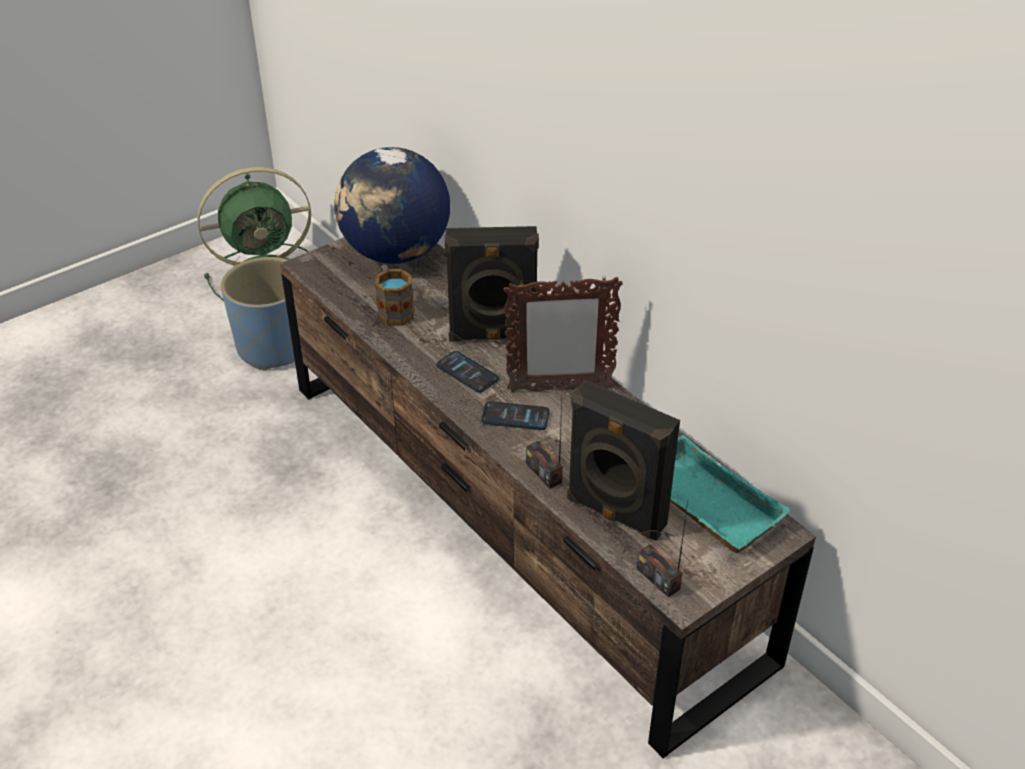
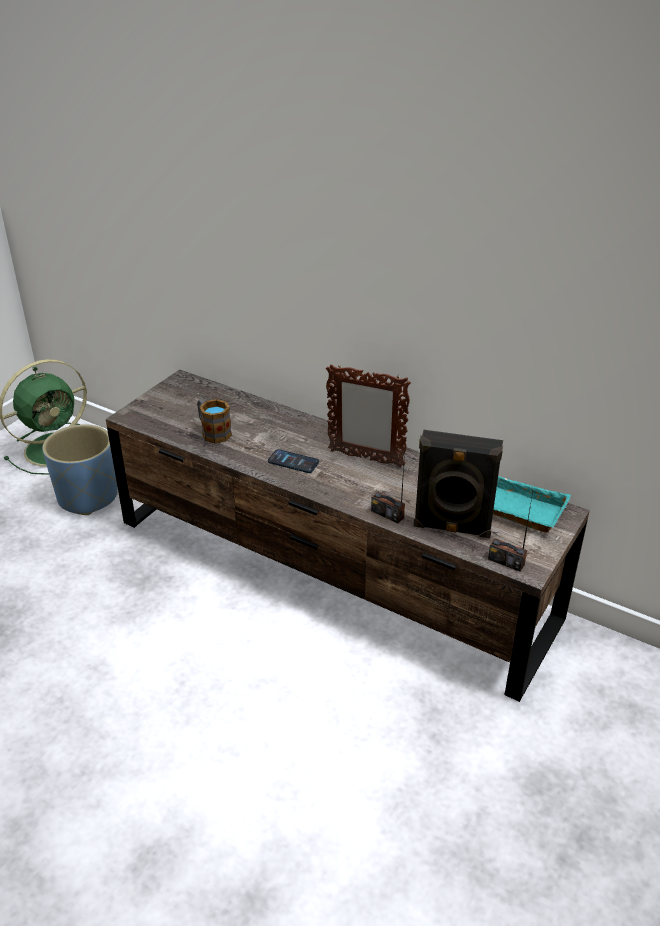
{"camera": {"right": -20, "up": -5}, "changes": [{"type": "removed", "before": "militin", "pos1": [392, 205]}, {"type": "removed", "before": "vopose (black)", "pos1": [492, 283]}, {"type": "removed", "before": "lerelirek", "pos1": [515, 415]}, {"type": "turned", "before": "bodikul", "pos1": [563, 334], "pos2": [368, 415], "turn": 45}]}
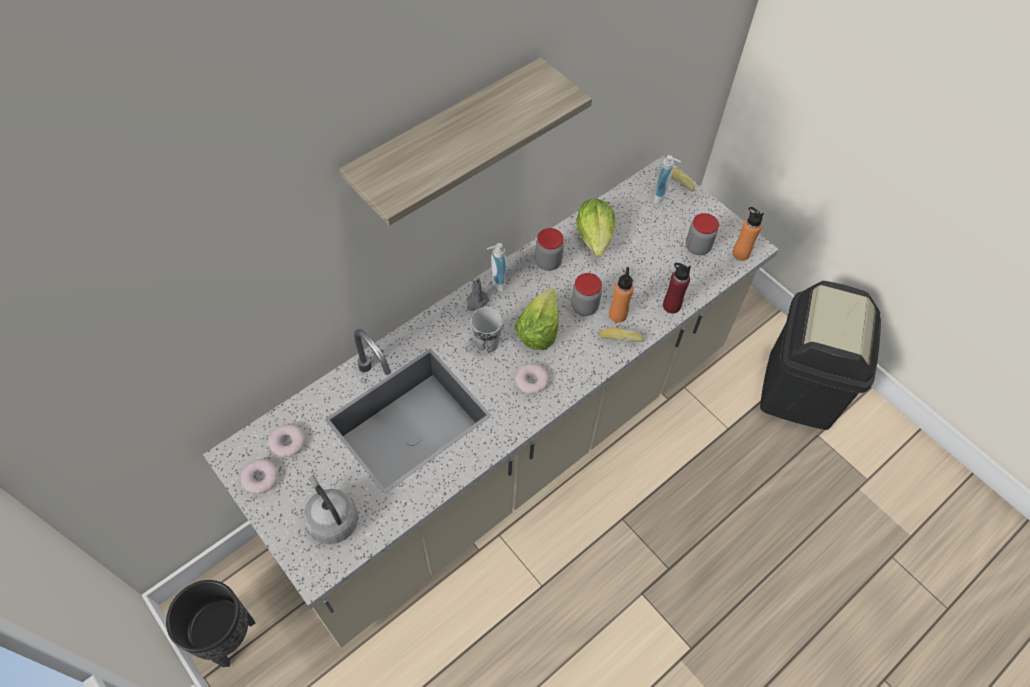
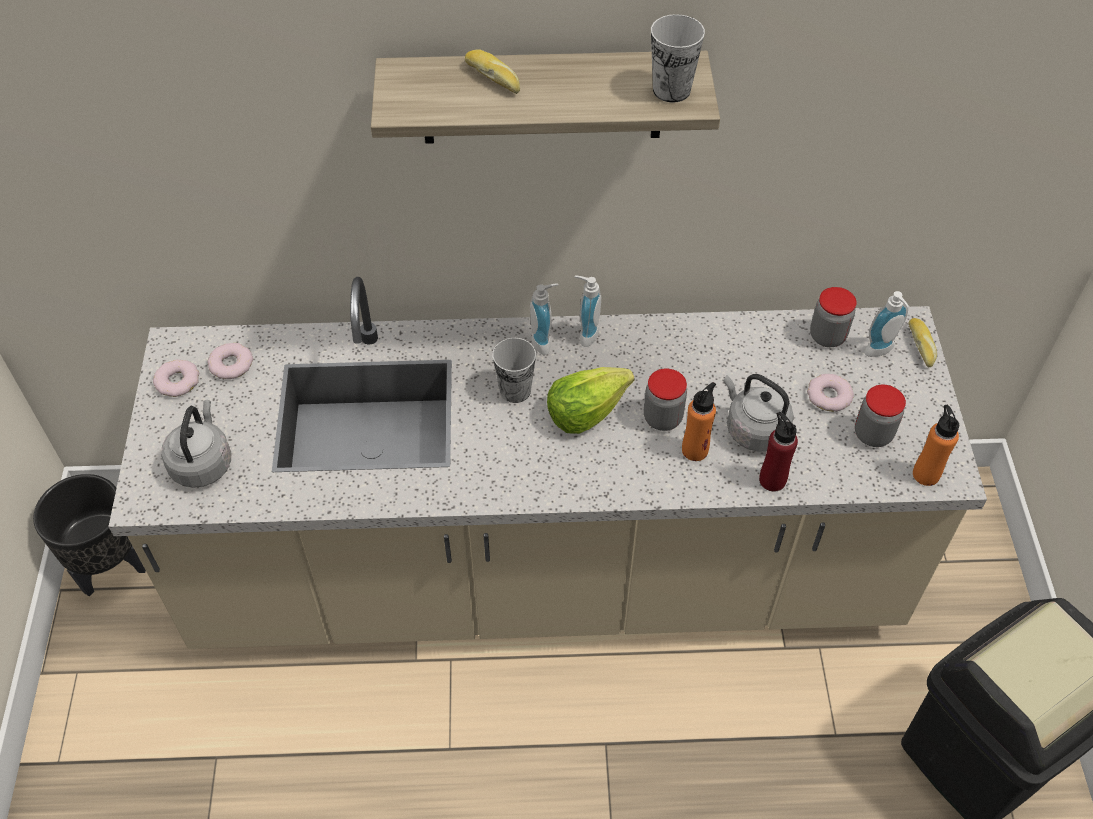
{"camera": {"right": 40, "up": -5}, "changes": [{"type": "removed", "before": "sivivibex", "pos1": [596, 227]}, {"type": "added", "after": "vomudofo", "pos2": [678, 58]}, {"type": "added", "after": "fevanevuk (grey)", "pos2": [759, 413]}, {"type": "moved", "before": "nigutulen", "pos1": [532, 379], "pos2": [830, 393]}, {"type": "moved", "before": "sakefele", "pos1": [549, 249], "pos2": [833, 317]}, {"type": "moved", "before": "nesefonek", "pos1": [621, 334], "pos2": [492, 72]}, {"type": "replaced", "before": "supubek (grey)", "after": "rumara", "pos1": [477, 294], "pos2": [544, 319]}]}
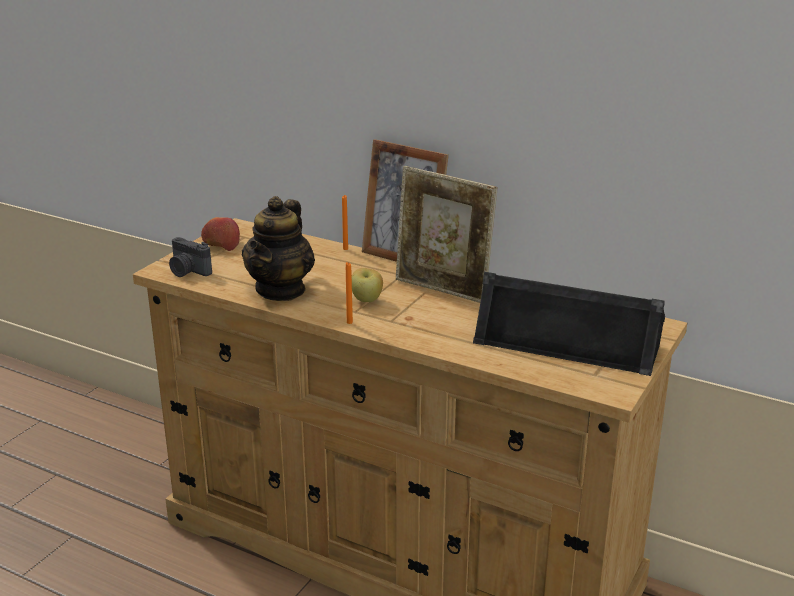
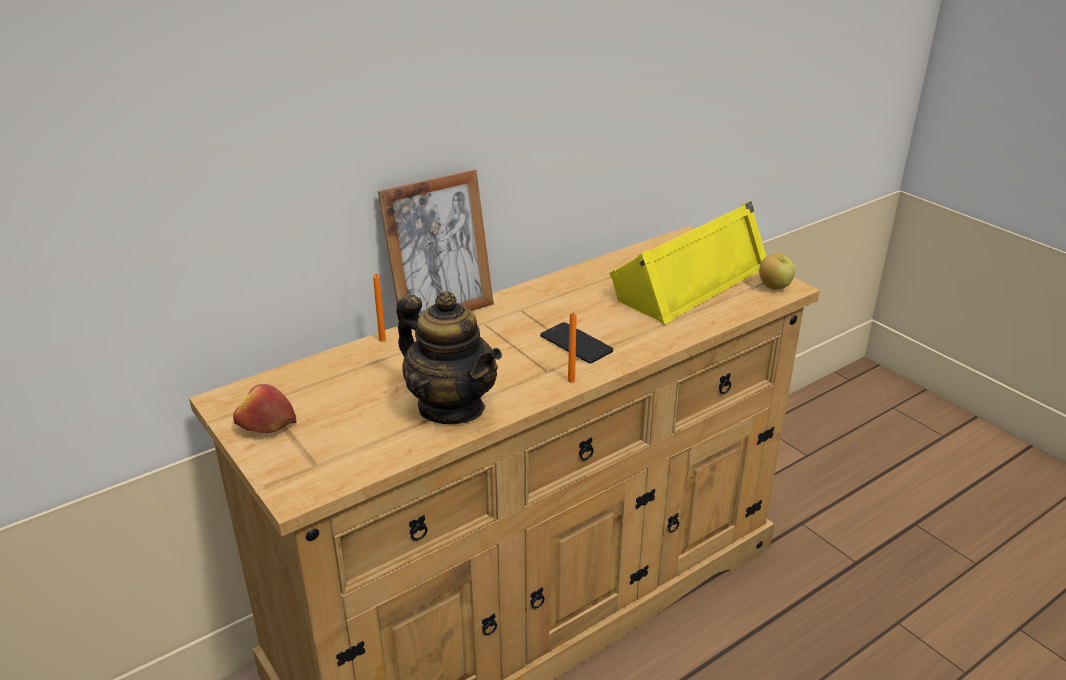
{"camera": {"right": -65, "up": 5}, "changes": [{"type": "removed", "before": "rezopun", "pos1": [190, 257]}, {"type": "removed", "before": "bodikul", "pos1": [446, 234]}, {"type": "added", "after": "lerelirek", "pos2": [576, 343]}, {"type": "moved", "before": "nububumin", "pos1": [367, 285], "pos2": [777, 272]}, {"type": "recoloured", "before": "vopose (black)", "after": "vopose (yellow)", "pos1": [569, 324], "pos2": [687, 262]}]}
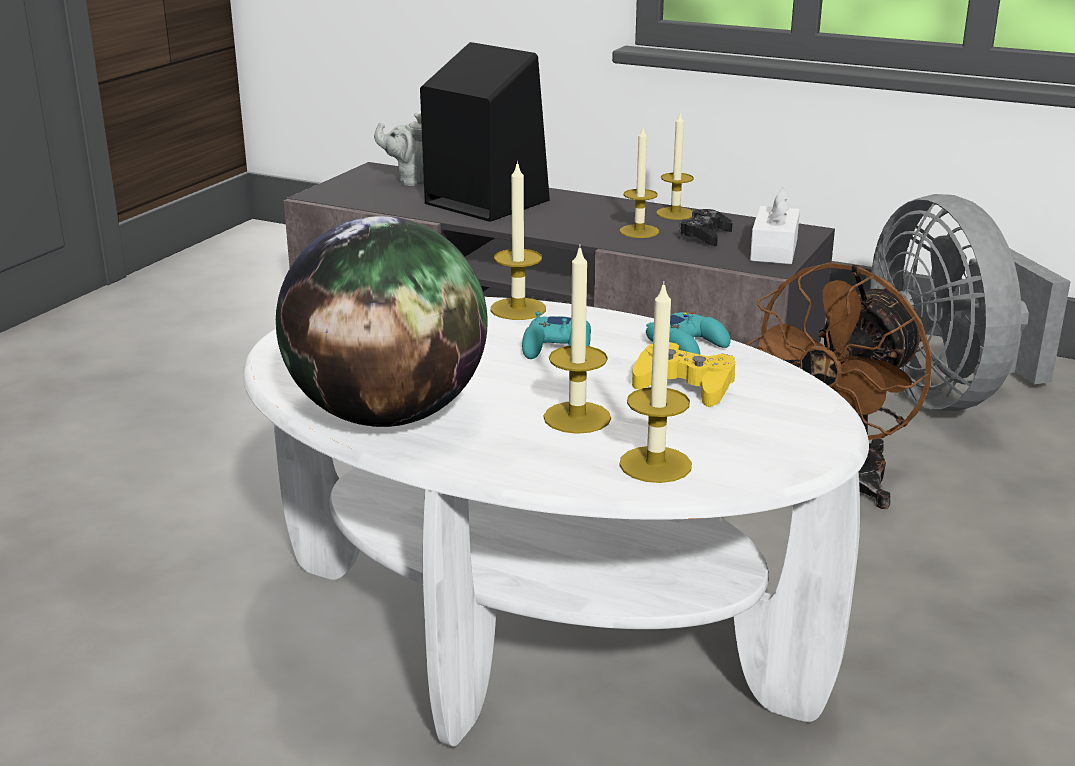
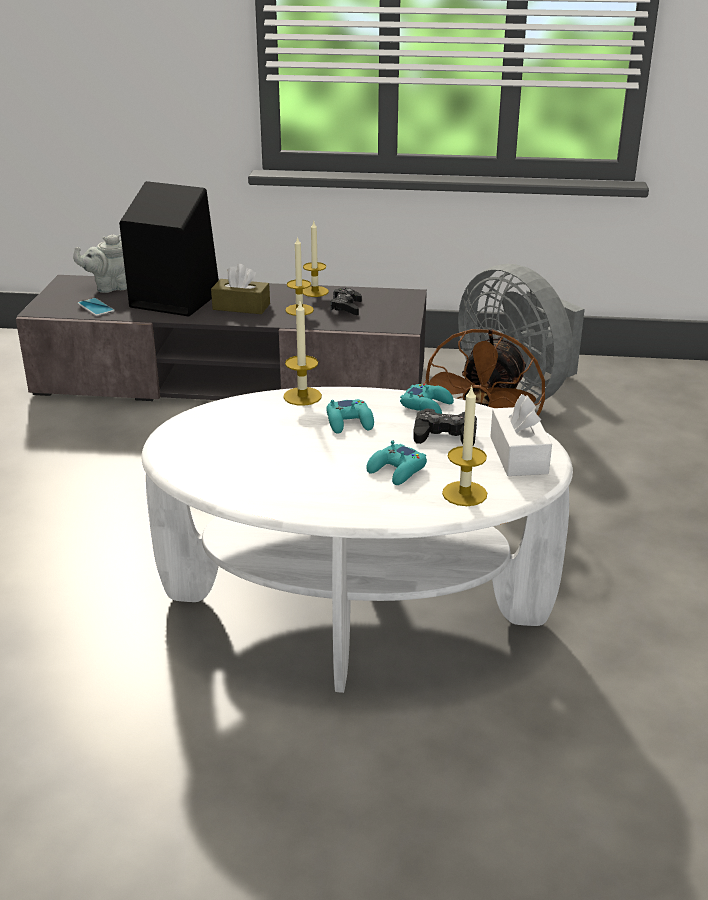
{"camera": {"right": -20, "up": 5}, "changes": [{"type": "removed", "before": "militin", "pos1": [382, 321]}, {"type": "added", "after": "lerelirek", "pos2": [96, 307]}, {"type": "added", "after": "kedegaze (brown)", "pos2": [240, 289]}, {"type": "moved", "before": "kedegaze (white)", "pos1": [775, 225], "pos2": [521, 435]}, {"type": "replaced", "before": "supubek", "after": "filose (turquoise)", "pos1": [577, 339], "pos2": [396, 463]}, {"type": "recoloured", "before": "filose (yellow)", "after": "filose (black)", "pos1": [683, 374], "pos2": [445, 426]}]}
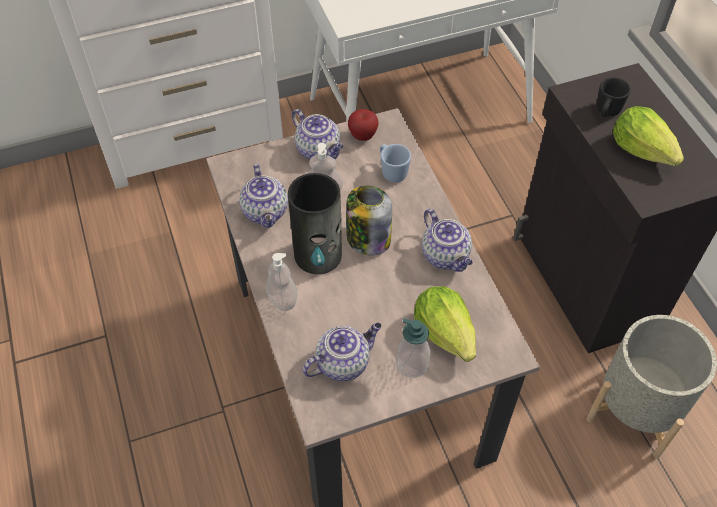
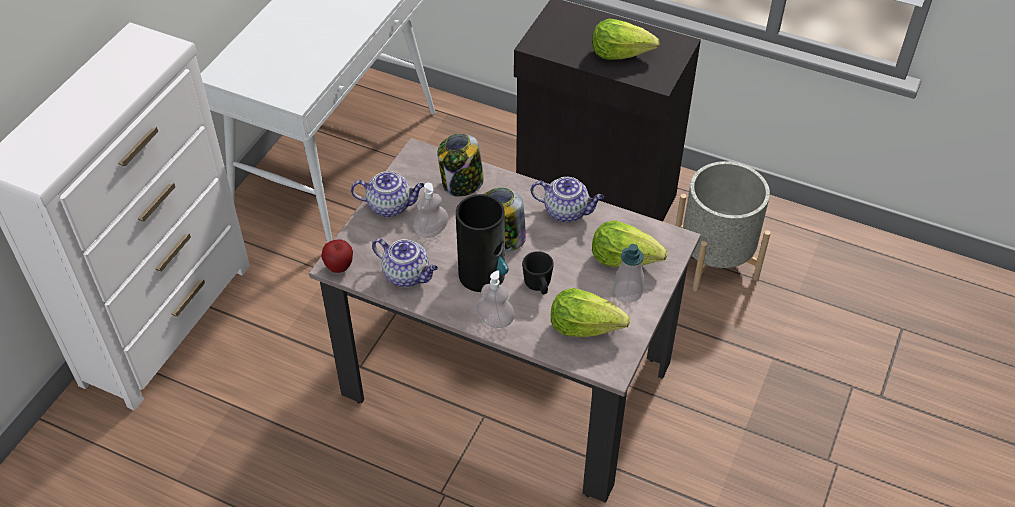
{"camera": {"right": -45, "up": -5}, "changes": [{"type": "moved", "before": "nububumin", "pos1": [363, 125], "pos2": [337, 256]}, {"type": "moved", "before": "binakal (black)", "pos1": [614, 97], "pos2": [538, 272]}, {"type": "replaced", "before": "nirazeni", "after": "sivivibex", "pos1": [342, 352], "pos2": [590, 312]}, {"type": "replaced", "before": "binakal (blue)", "after": "sakefele", "pos1": [395, 163], "pos2": [461, 165]}]}
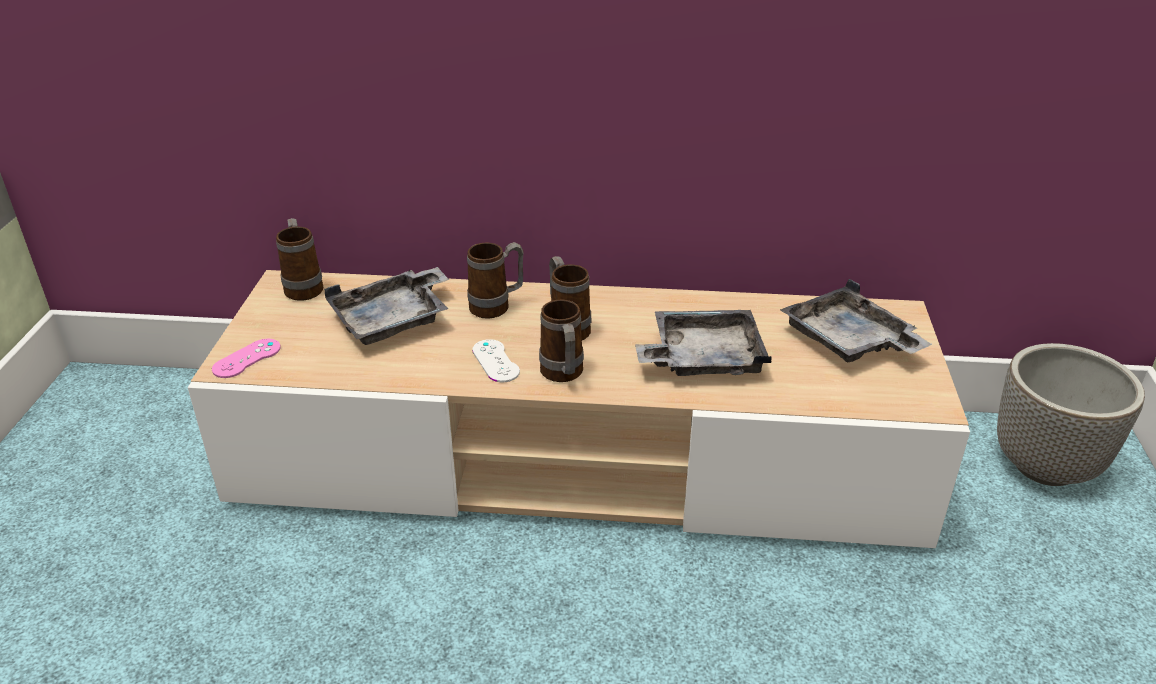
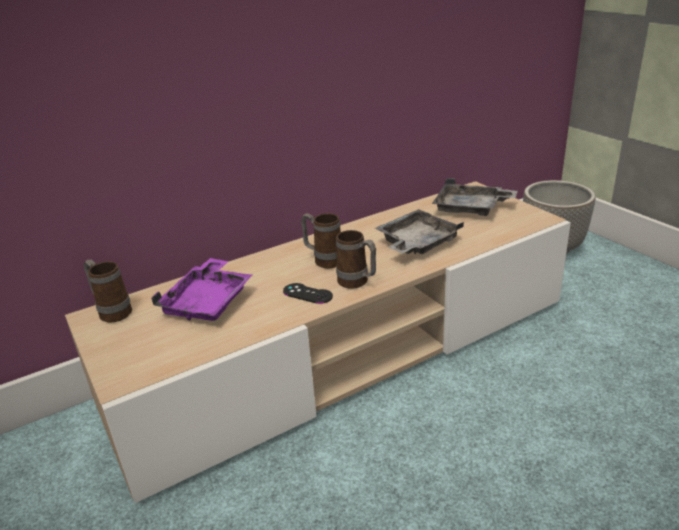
{"camera": {"right": -35, "up": -5}, "changes": [{"type": "removed", "before": "filose (pink)", "pos1": [246, 358]}, {"type": "removed", "before": "binakal", "pos1": [495, 280]}, {"type": "recoloured", "before": "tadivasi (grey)", "after": "tadivasi (purple)", "pos1": [387, 306], "pos2": [201, 289]}, {"type": "recoloured", "before": "filose (white)", "after": "filose (black)", "pos1": [496, 360], "pos2": [308, 293]}]}
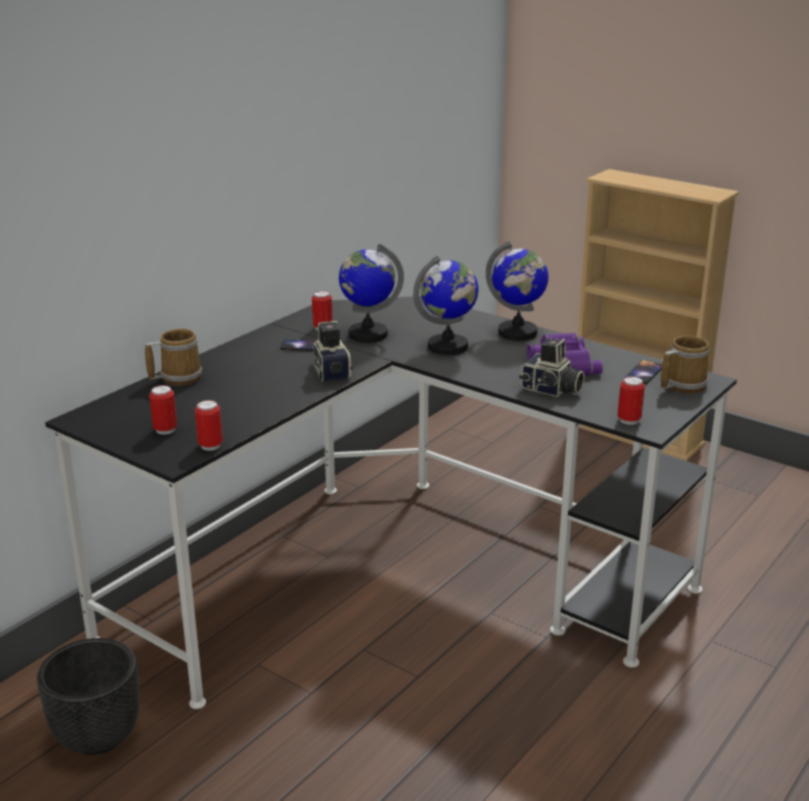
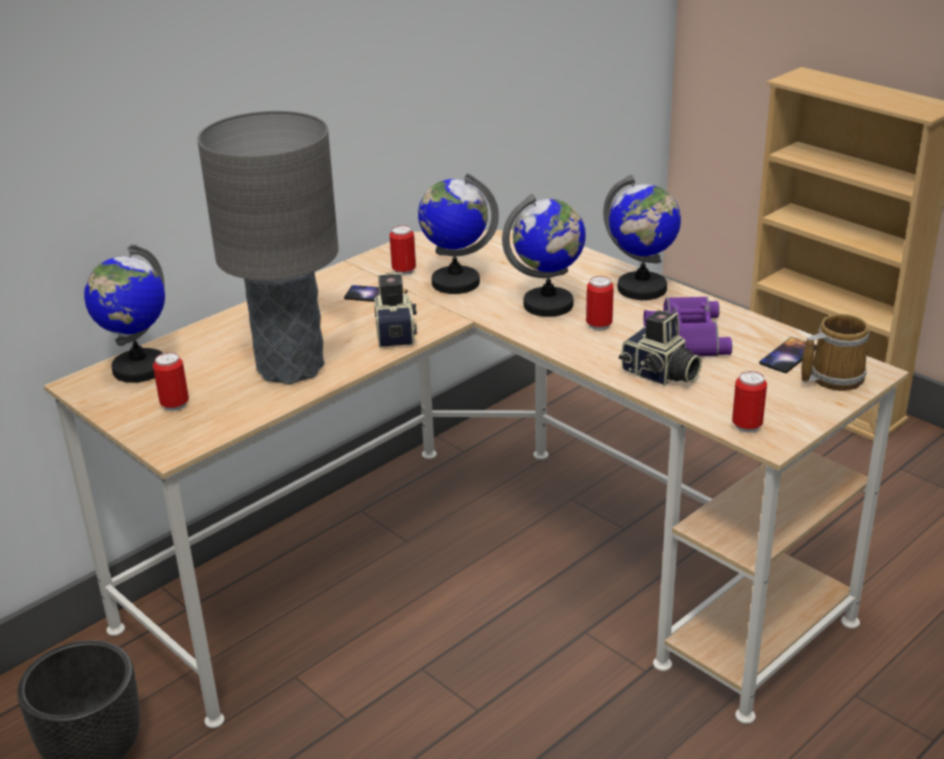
{"camera": {"right": 10, "up": 5}, "changes": [{"type": "removed", "before": "binakal", "pos1": [173, 357]}, {"type": "added", "after": "militin", "pos2": [124, 313]}, {"type": "added", "after": "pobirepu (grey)", "pos2": [267, 247]}, {"type": "moved", "before": "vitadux", "pos1": [209, 425], "pos2": [600, 303]}, {"type": "recoloured", "before": "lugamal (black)", "after": "lugamal (beige)", "pos1": [391, 502], "pos2": [476, 479]}]}
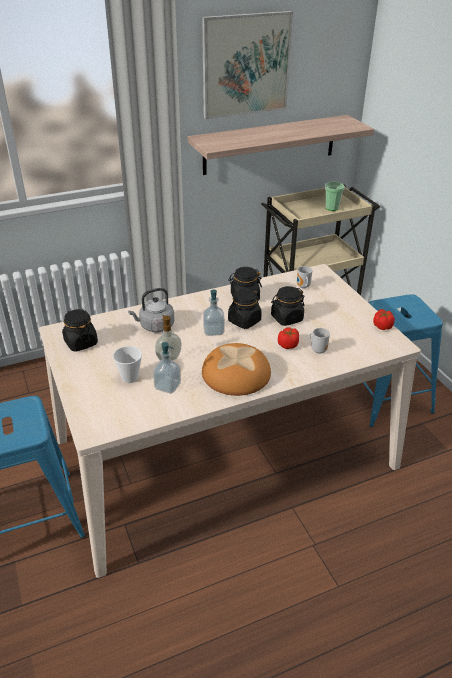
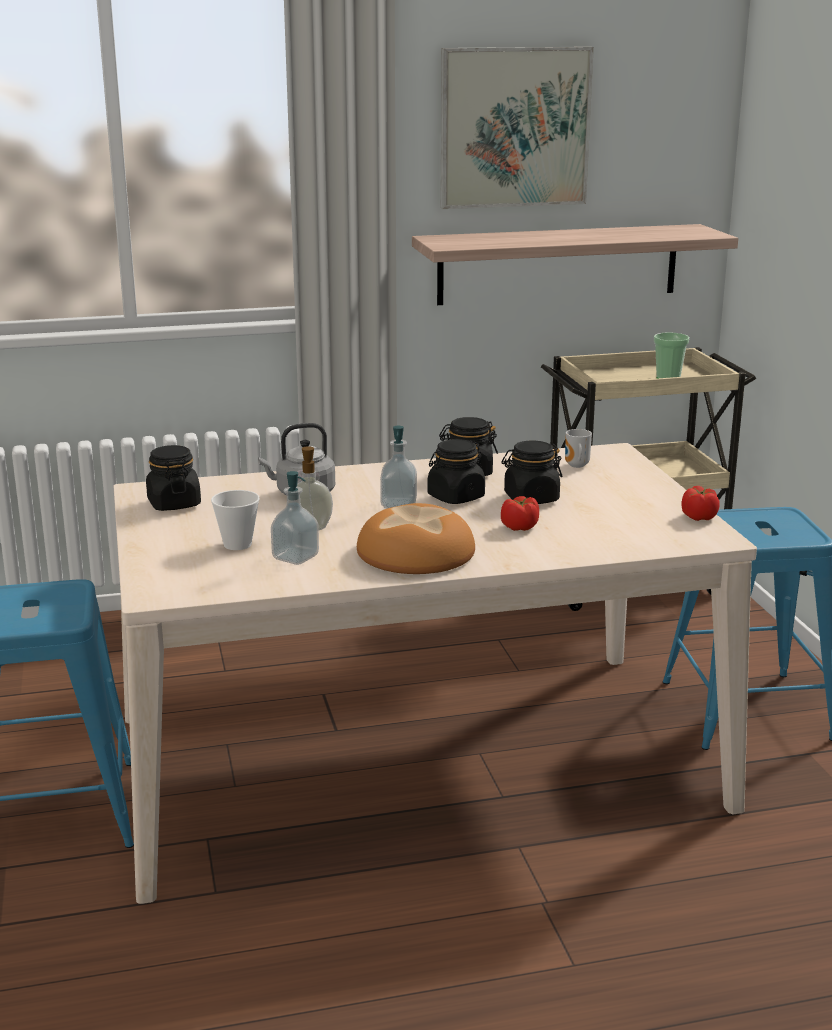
{"camera": {"right": 10, "up": -15}, "changes": [{"type": "removed", "before": "binakal", "pos1": [319, 341]}]}
